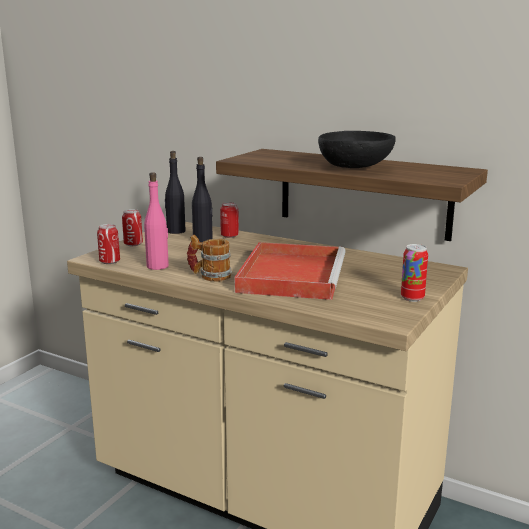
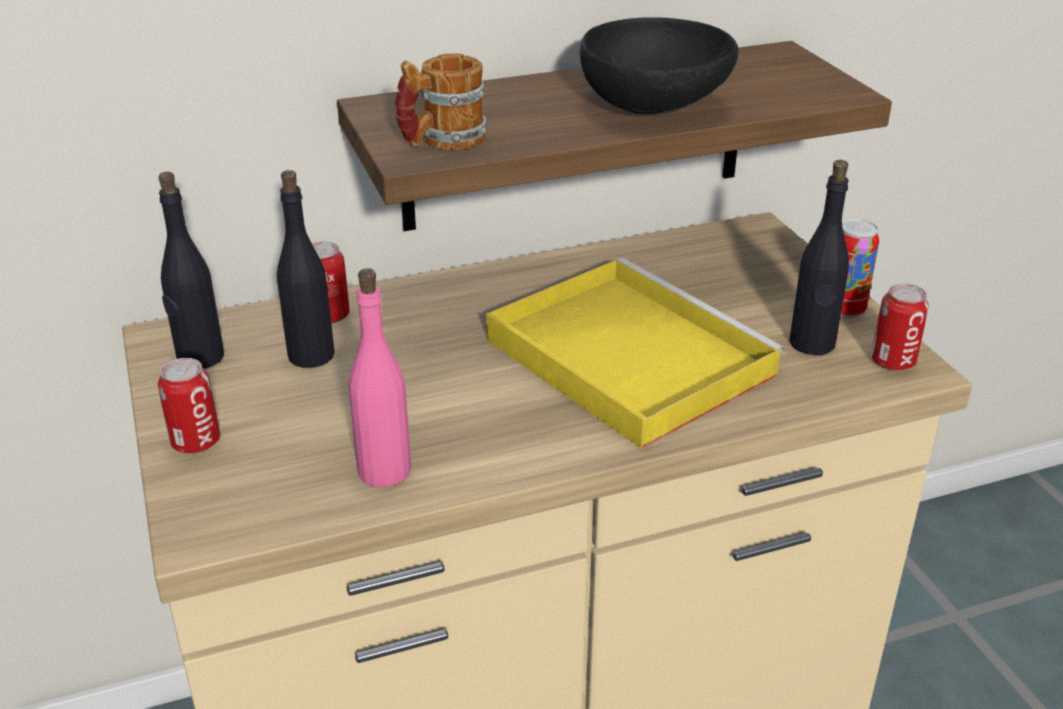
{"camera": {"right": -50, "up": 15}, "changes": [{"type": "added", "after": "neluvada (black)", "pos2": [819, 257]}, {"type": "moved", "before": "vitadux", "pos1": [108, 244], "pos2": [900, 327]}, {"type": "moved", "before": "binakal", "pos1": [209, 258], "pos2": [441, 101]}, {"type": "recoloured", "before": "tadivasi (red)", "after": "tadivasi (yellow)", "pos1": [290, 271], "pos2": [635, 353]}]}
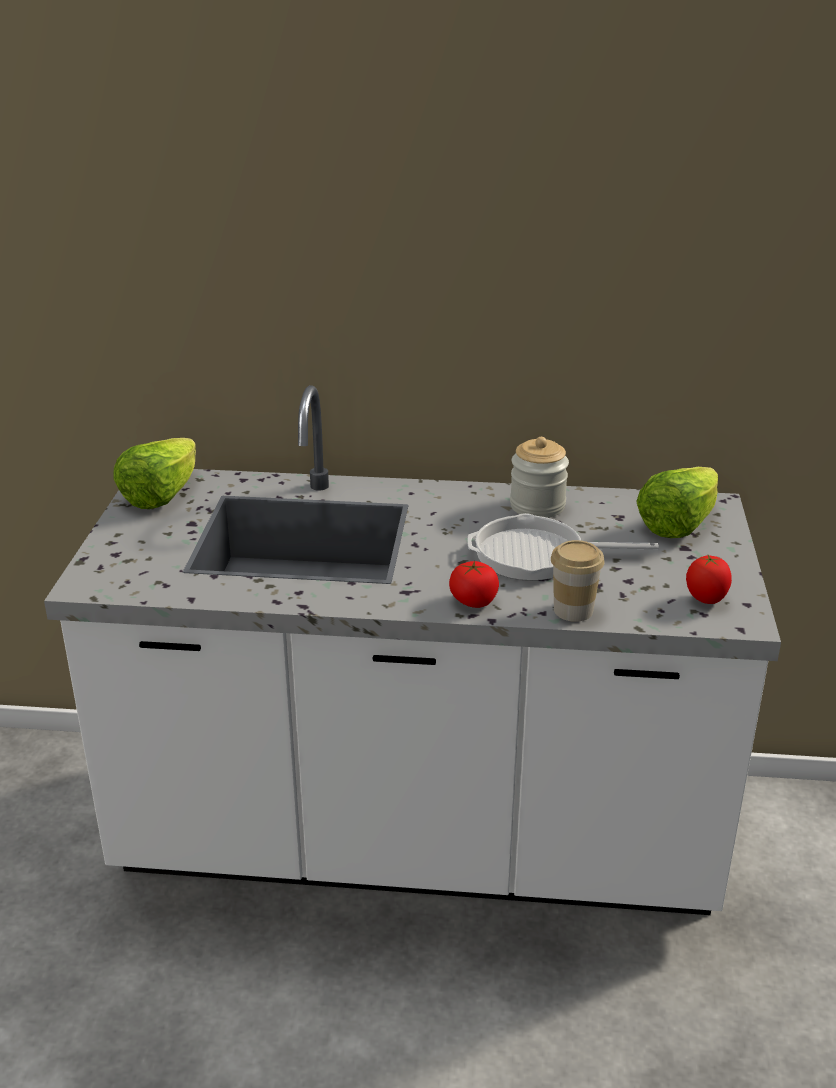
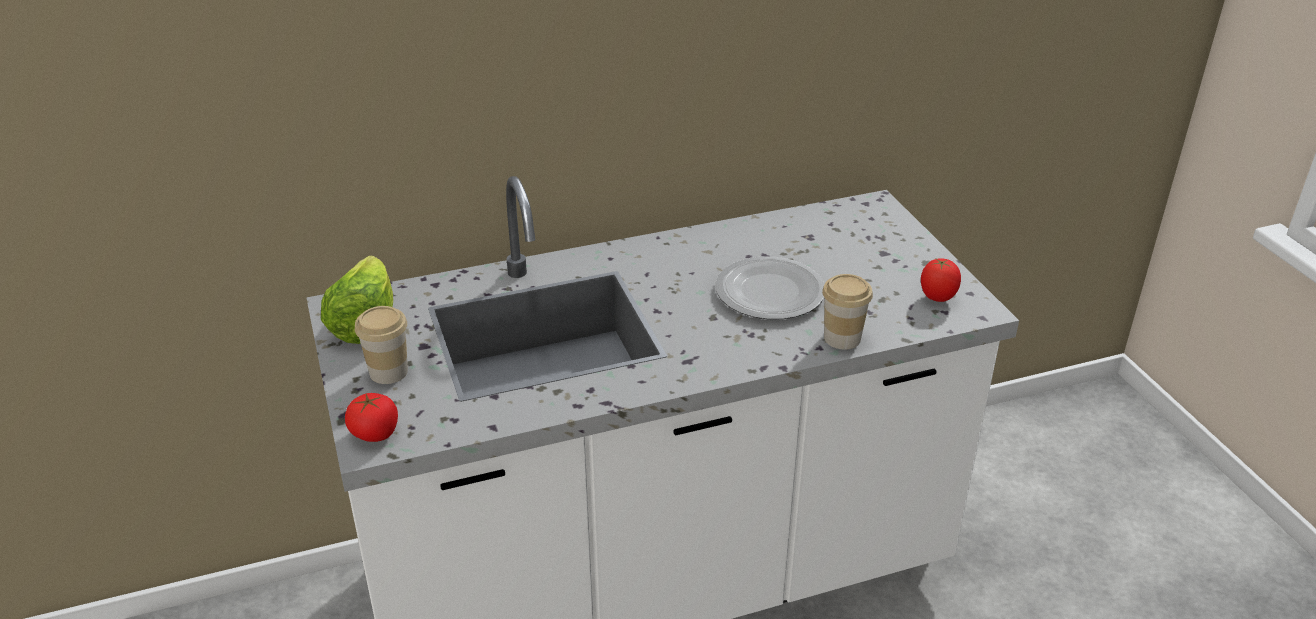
{"camera": {"right": -25, "up": 5}, "changes": [{"type": "removed", "before": "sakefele", "pos1": [539, 477]}, {"type": "removed", "before": "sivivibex", "pos1": [677, 502]}, {"type": "added", "after": "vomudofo", "pos2": [381, 345]}, {"type": "moved", "before": "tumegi", "pos1": [474, 584], "pos2": [371, 417]}, {"type": "replaced", "before": "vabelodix", "after": "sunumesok", "pos1": [563, 547], "pos2": [770, 287]}]}
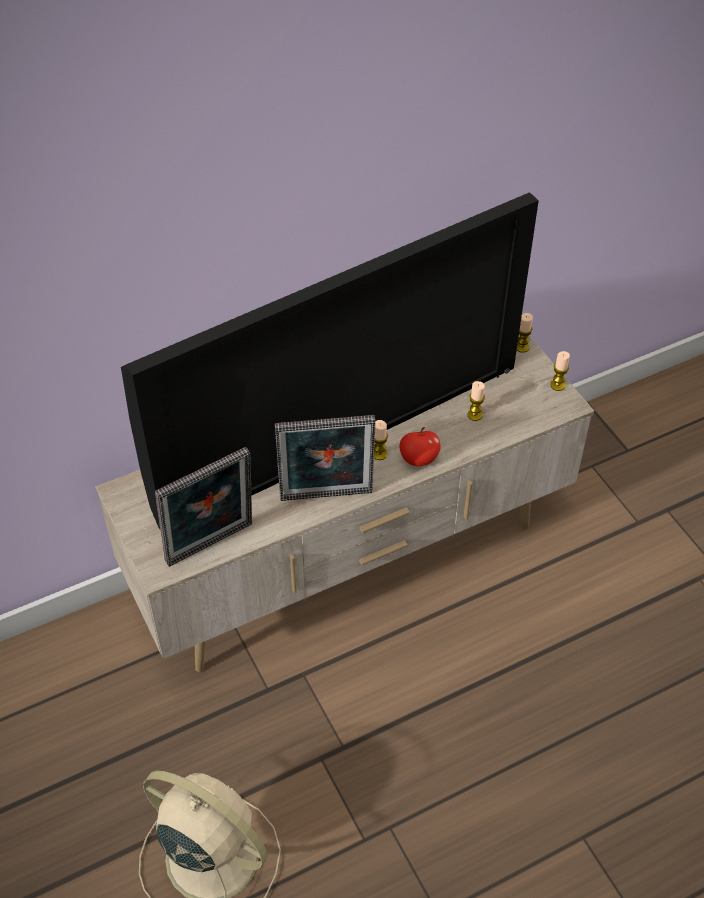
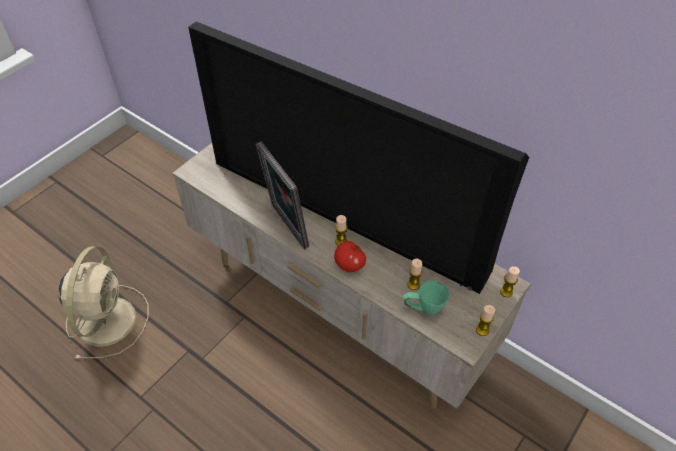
{"camera": {"right": 65, "up": 0}, "changes": [{"type": "removed", "before": "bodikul", "pos1": [203, 507]}, {"type": "added", "after": "binakal (green)", "pos2": [426, 298]}]}
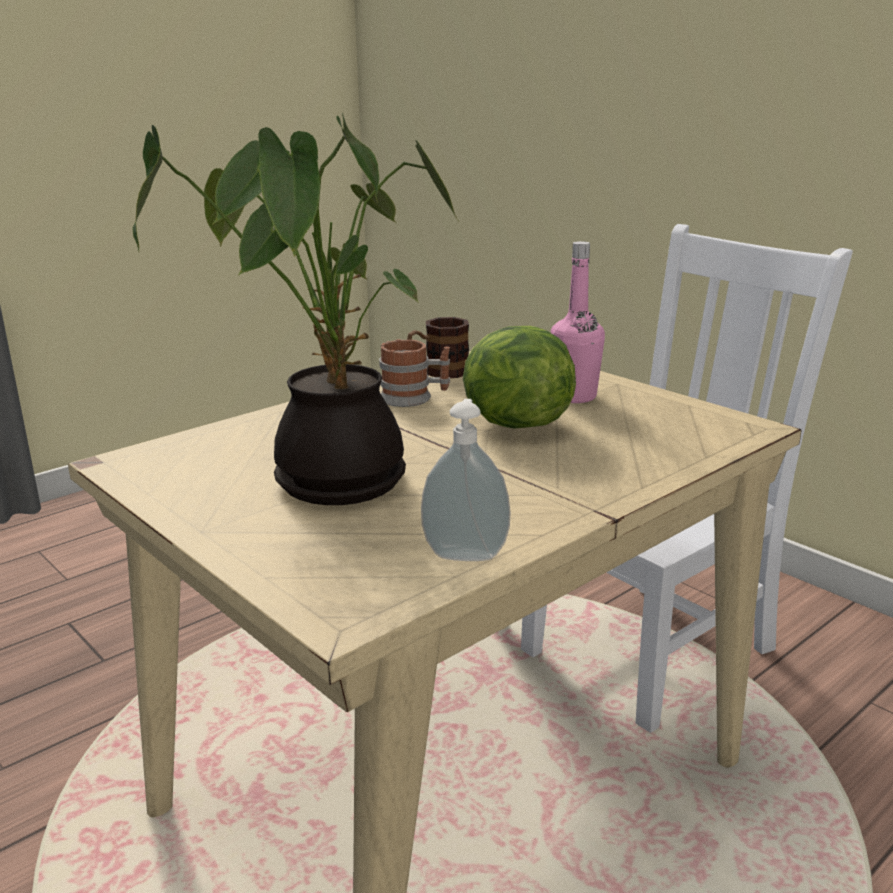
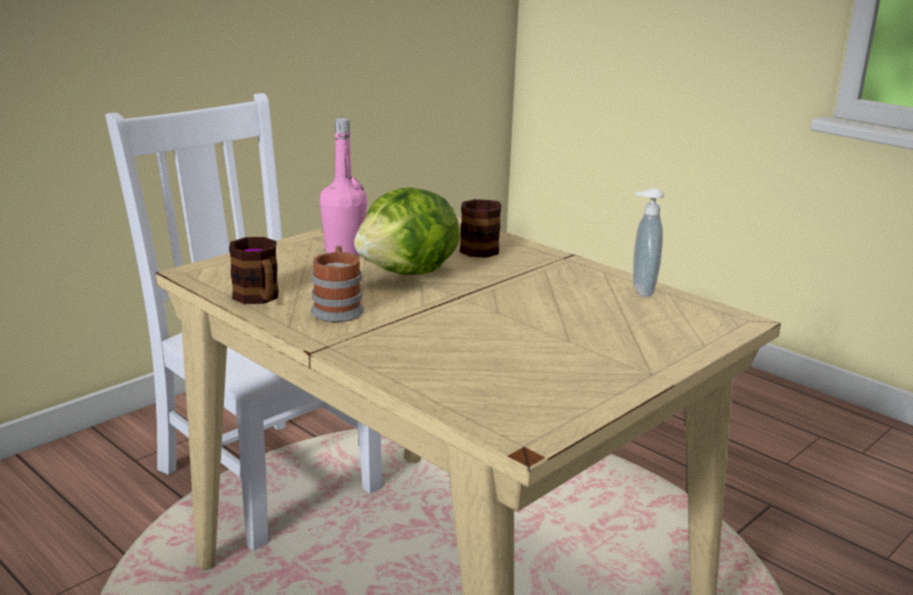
{"camera": {"right": -95, "up": 0}, "changes": [{"type": "removed", "before": "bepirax", "pos1": [295, 309]}, {"type": "added", "after": "binakal", "pos2": [481, 228]}]}
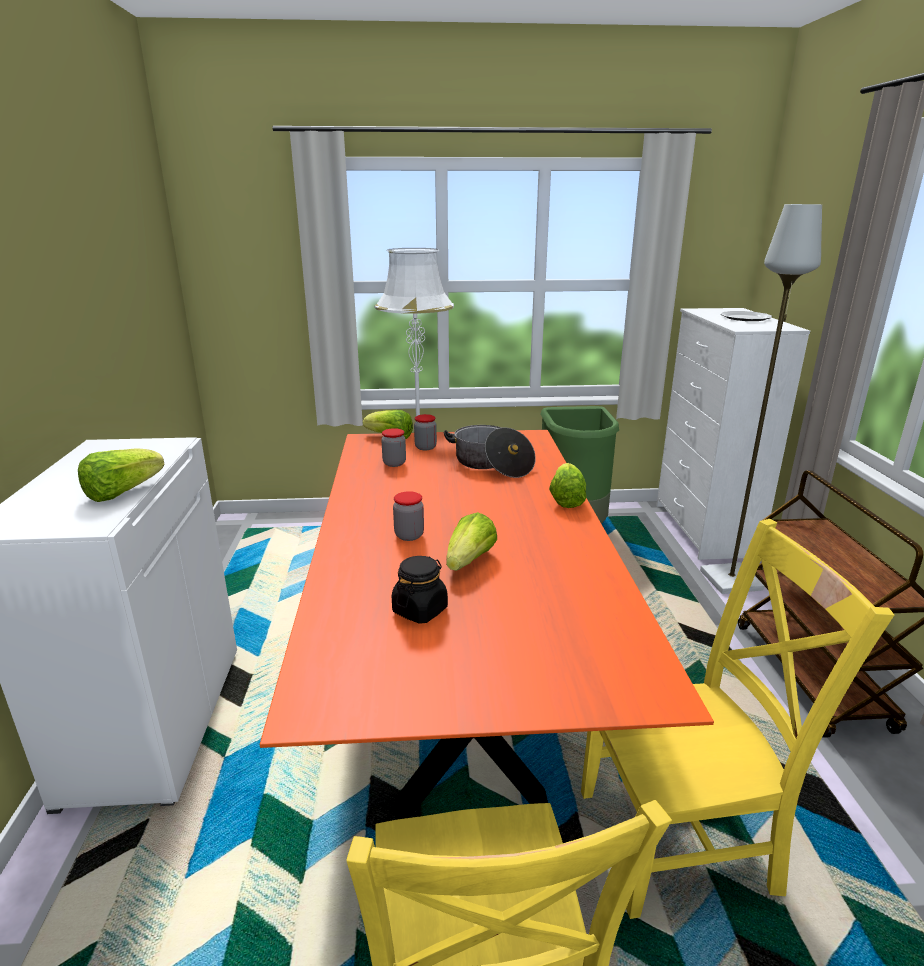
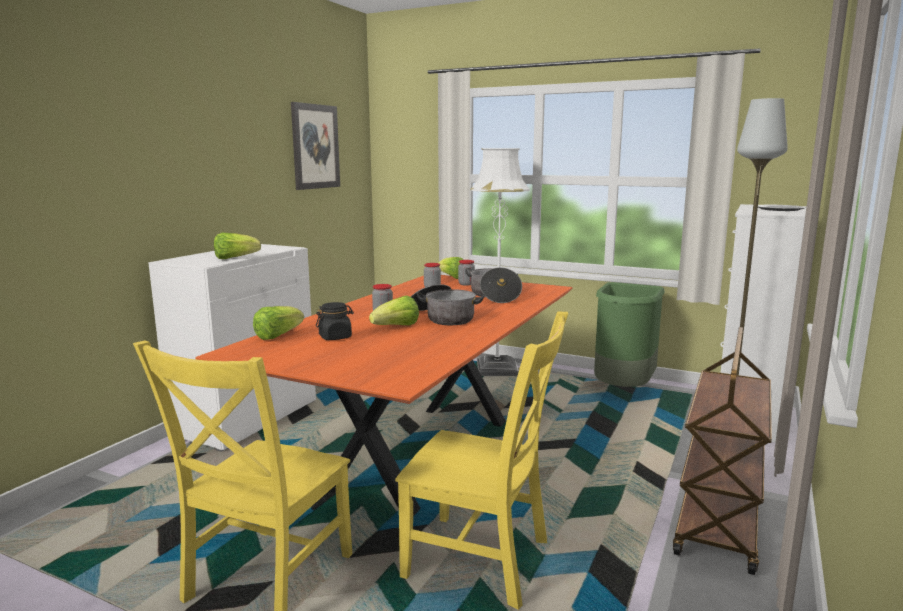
{"camera": {"right": 30, "up": -10}, "changes": [{"type": "added", "after": "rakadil", "pos2": [315, 146]}, {"type": "added", "after": "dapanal", "pos2": [448, 304]}, {"type": "moved", "before": "sivivibex", "pos1": [567, 485], "pos2": [278, 323]}]}
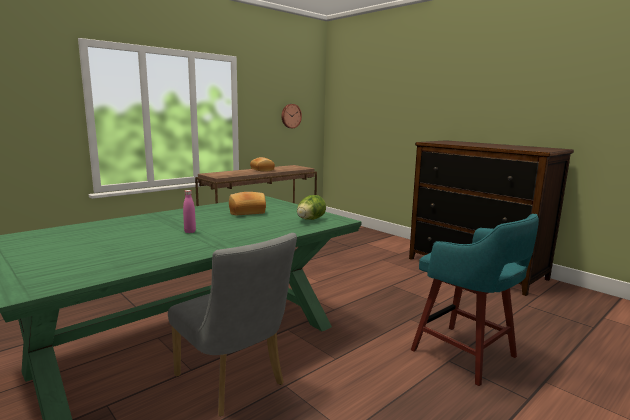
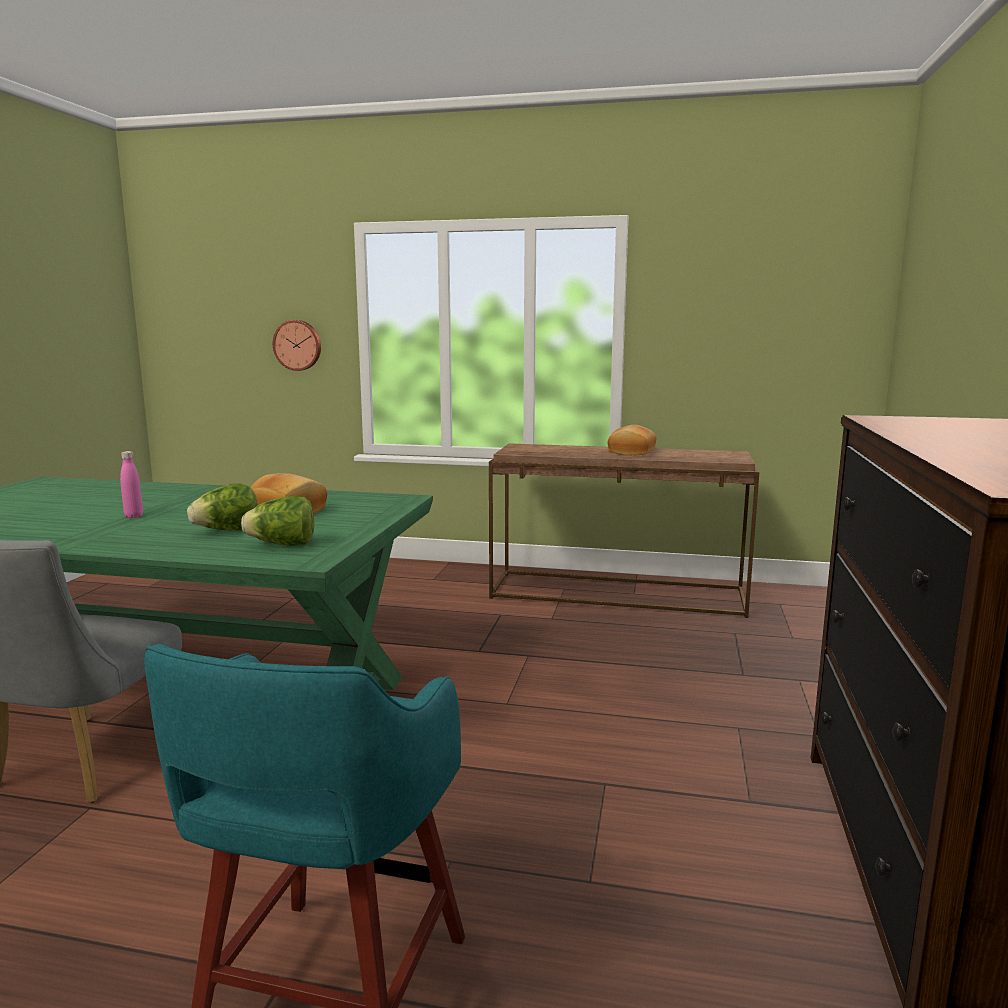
{"camera": {"right": 55, "up": 0}, "changes": [{"type": "added", "after": "sivivibex", "pos2": [222, 506]}, {"type": "moved", "before": "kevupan", "pos1": [292, 116], "pos2": [297, 345]}]}
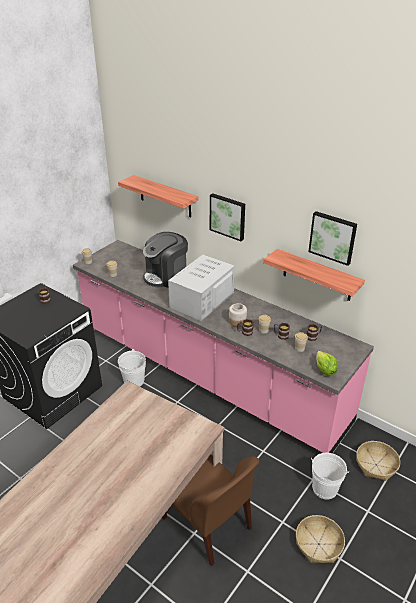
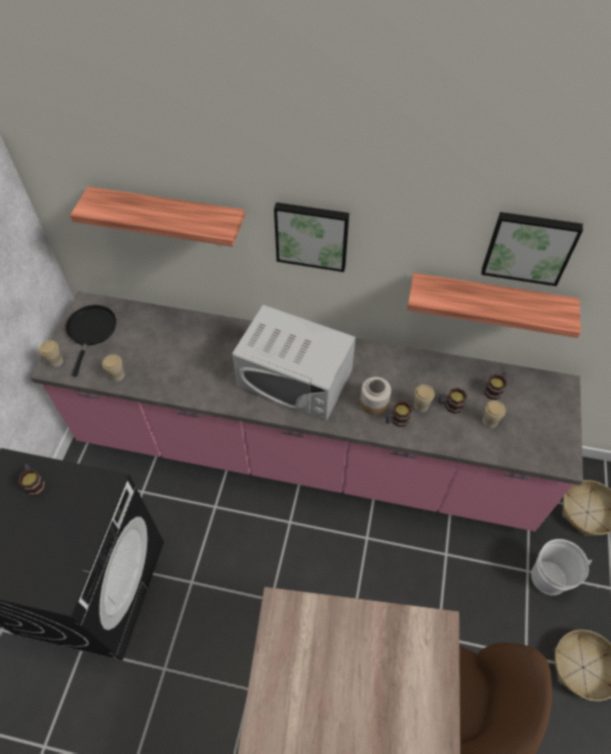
{"camera": {"right": -25, "up": 20}, "changes": [{"type": "removed", "before": "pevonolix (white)", "pos1": [132, 367]}, {"type": "removed", "before": "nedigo", "pos1": [165, 260]}, {"type": "removed", "before": "sivivibex", "pos1": [327, 363]}, {"type": "added", "after": "vabelodix (black)", "pos2": [90, 340]}, {"type": "turned", "before": "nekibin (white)", "pos1": [201, 288], "pos2": [294, 362], "turn": -75}]}
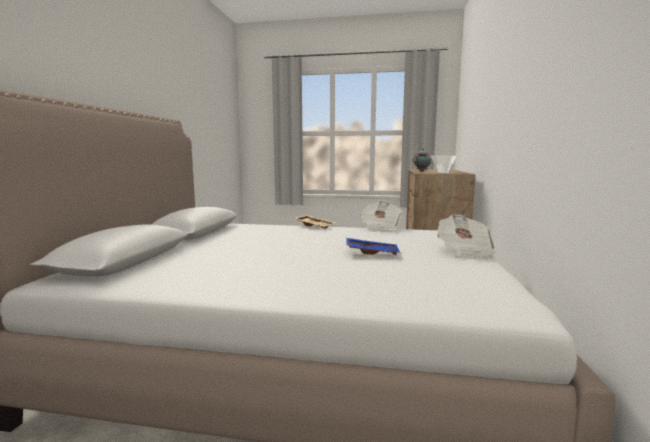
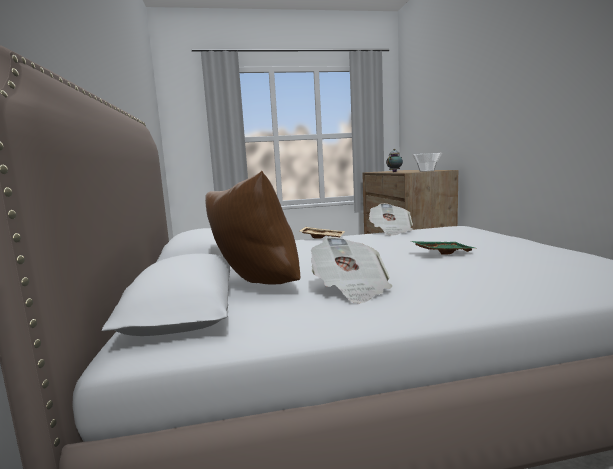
{"camera": {"right": -20, "up": 0}, "changes": [{"type": "added", "after": "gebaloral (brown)", "pos2": [252, 228]}, {"type": "moved", "before": "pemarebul", "pos1": [466, 237], "pos2": [351, 270]}, {"type": "recoloured", "before": "tadivasi (blue)", "after": "tadivasi (green)", "pos1": [373, 246], "pos2": [443, 248]}]}
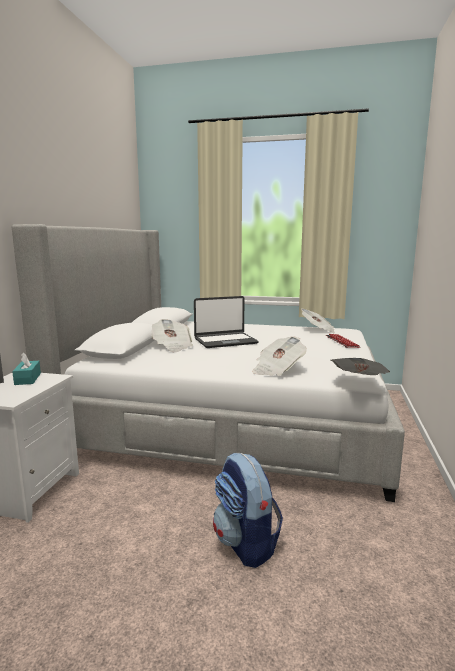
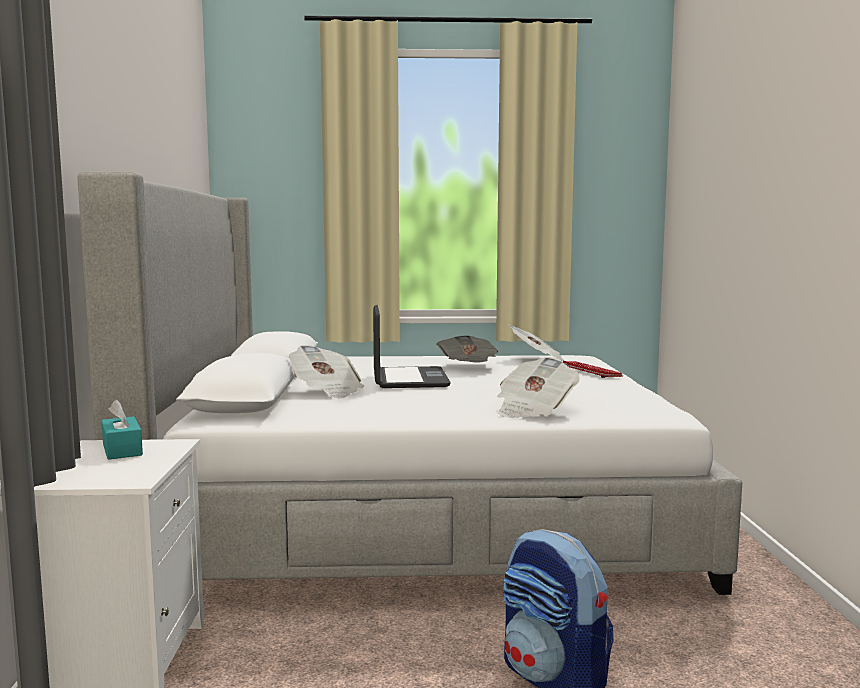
{"camera": {"right": -15, "up": -5}, "changes": [{"type": "moved", "before": "pemarebul", "pos1": [360, 366], "pos2": [467, 348]}, {"type": "turned", "before": "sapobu", "pos1": [226, 322], "pos2": [412, 346], "turn": -60}]}
